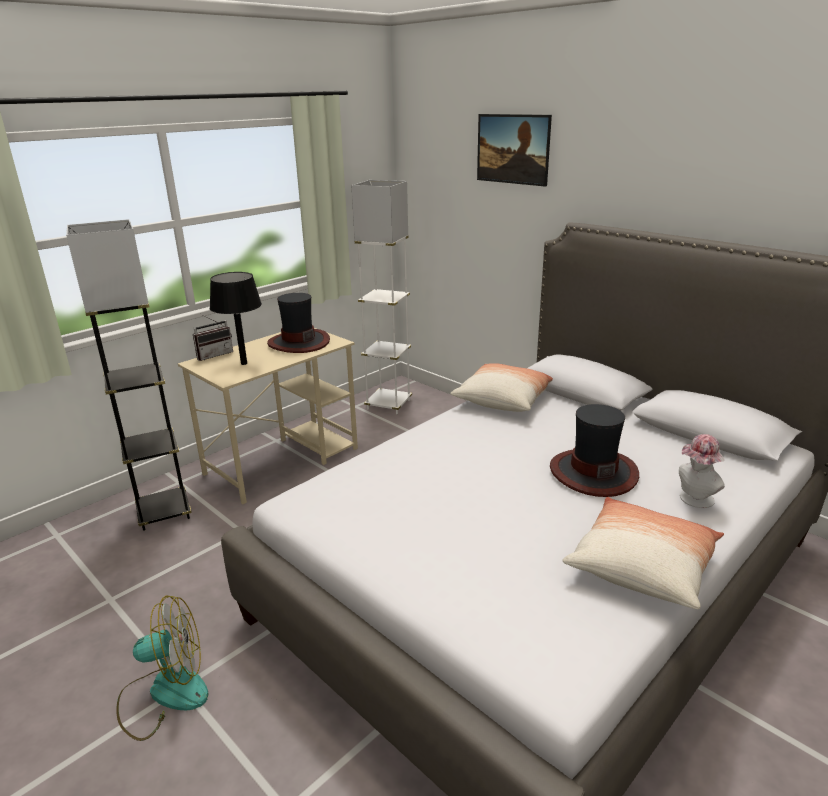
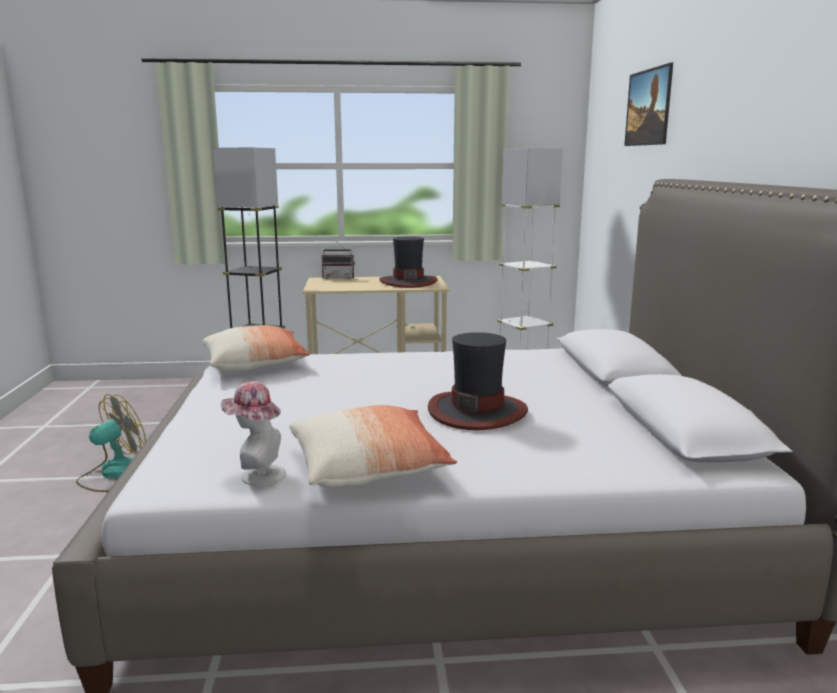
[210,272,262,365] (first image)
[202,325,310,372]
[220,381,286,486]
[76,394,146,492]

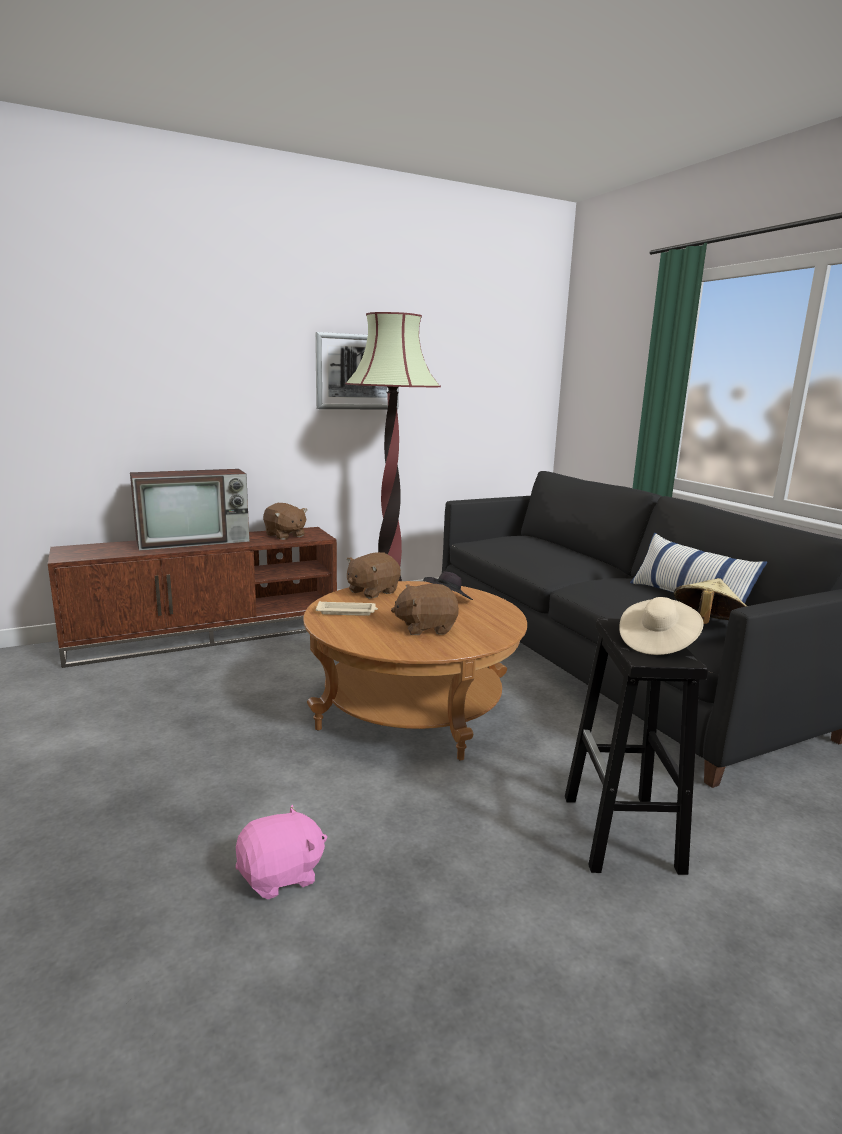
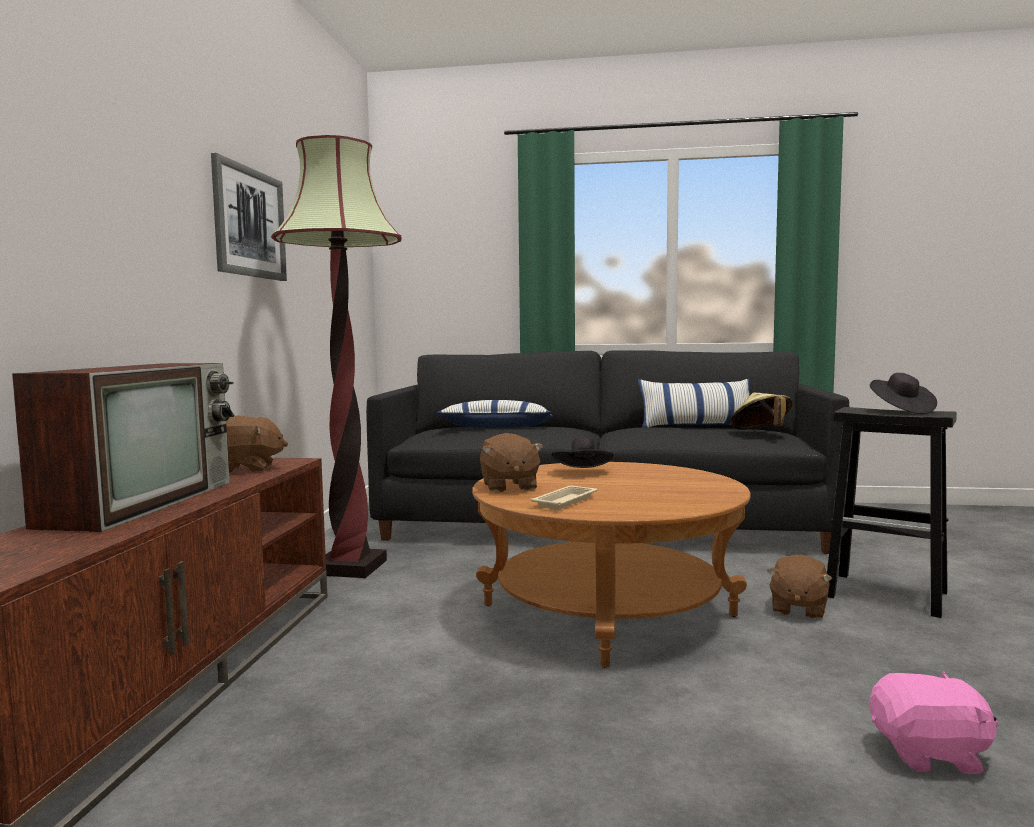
[436,400,553,428]
[767,555,832,619]
[870,373,937,414]
[870,671,998,774]

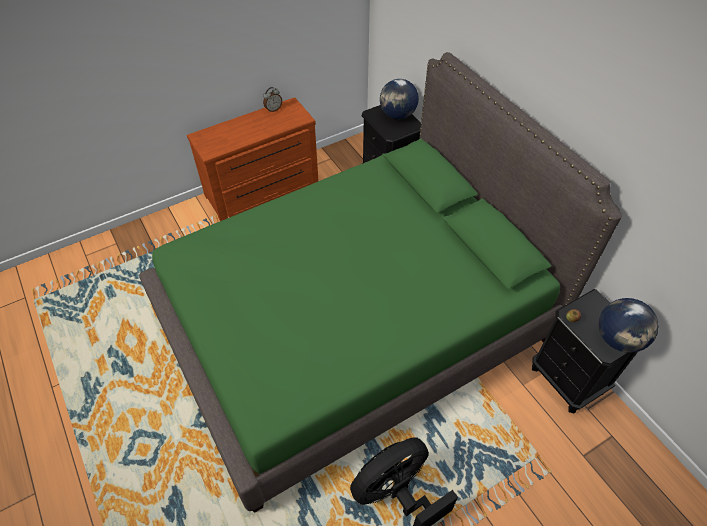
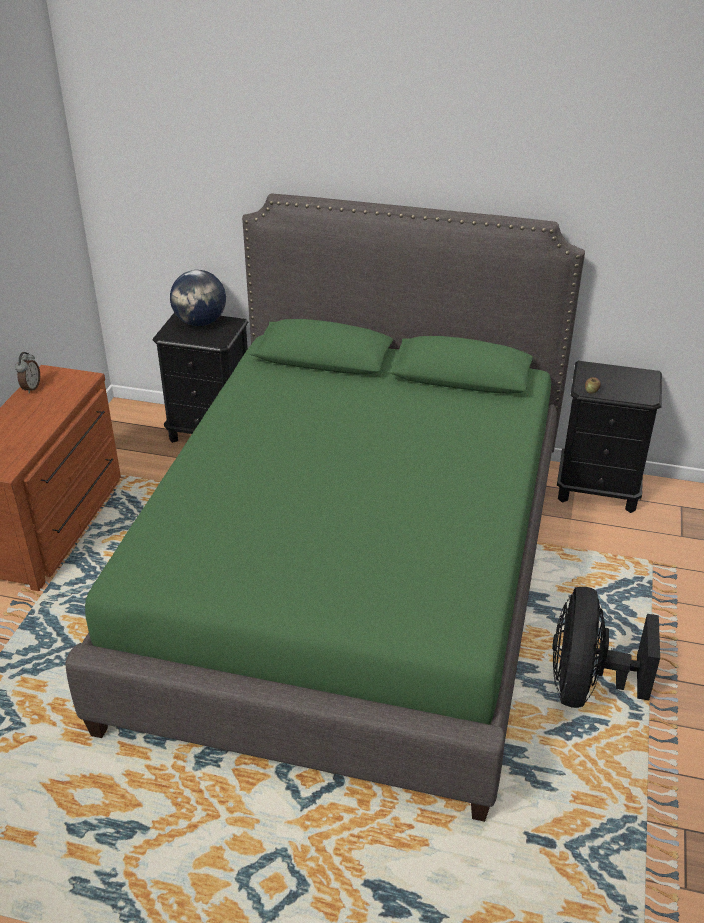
[599,298,659,353] (first image)

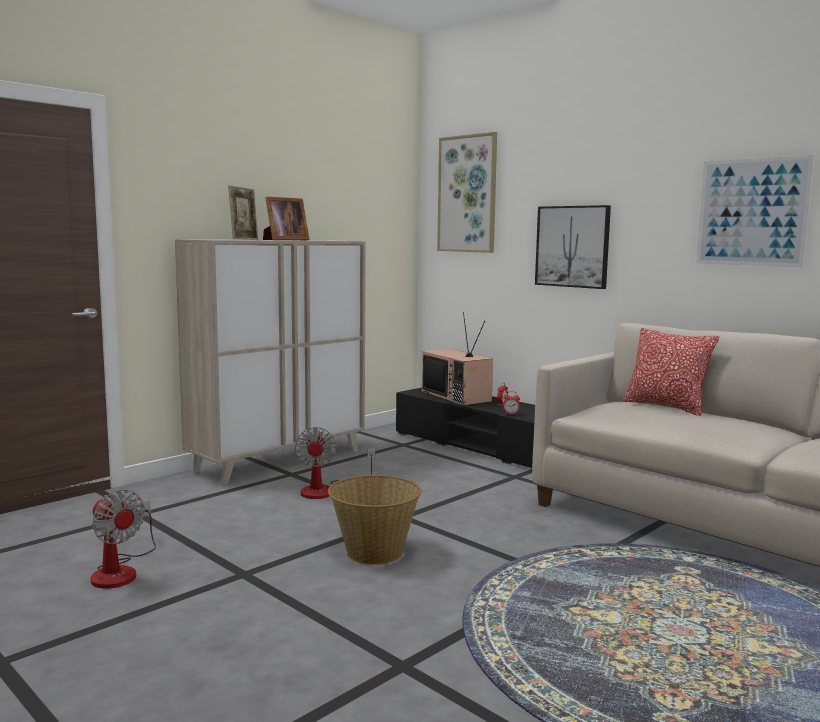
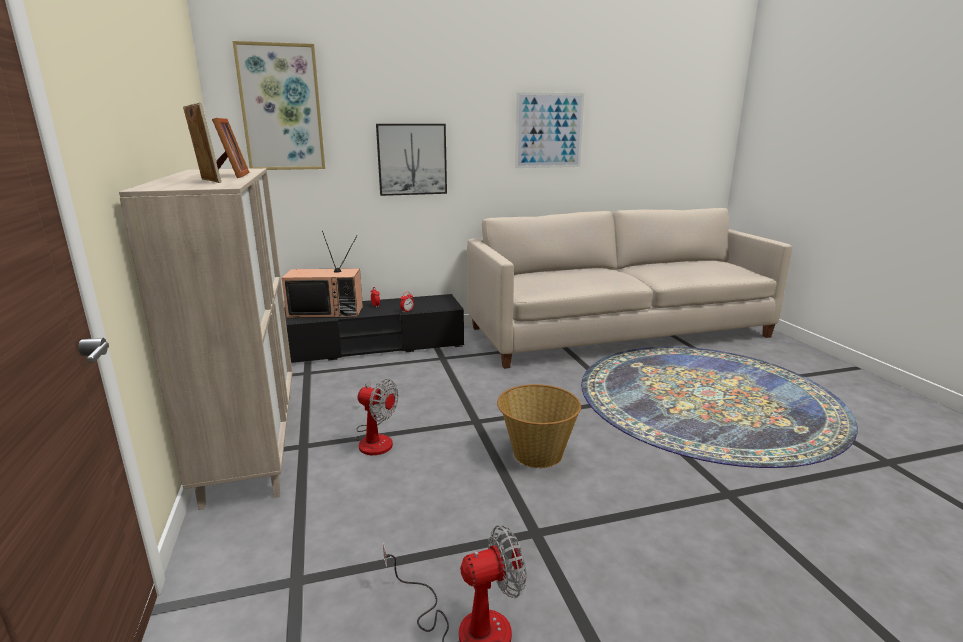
[623,328,719,416] (first image)

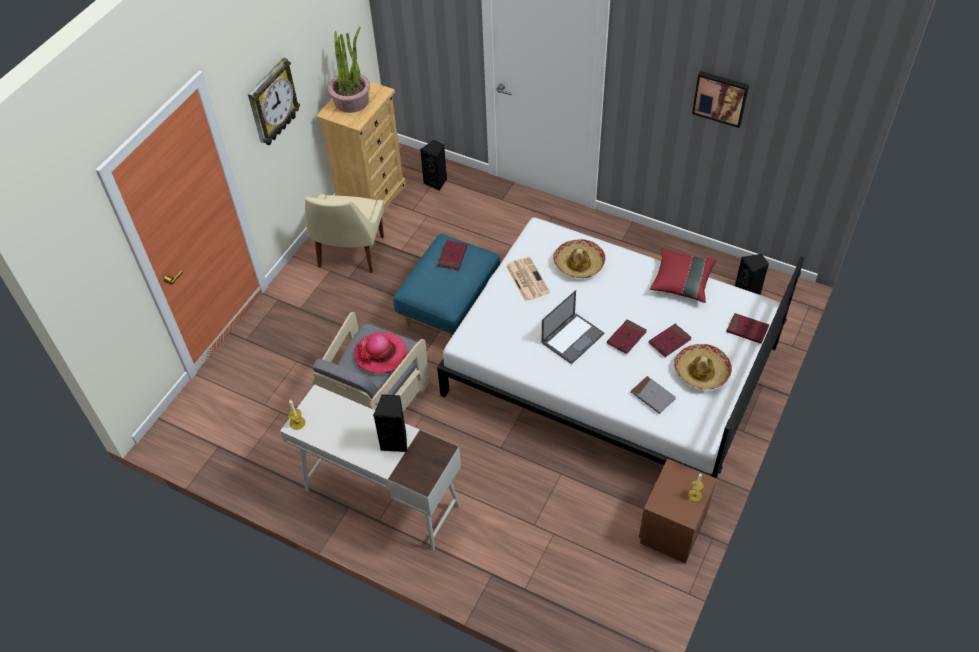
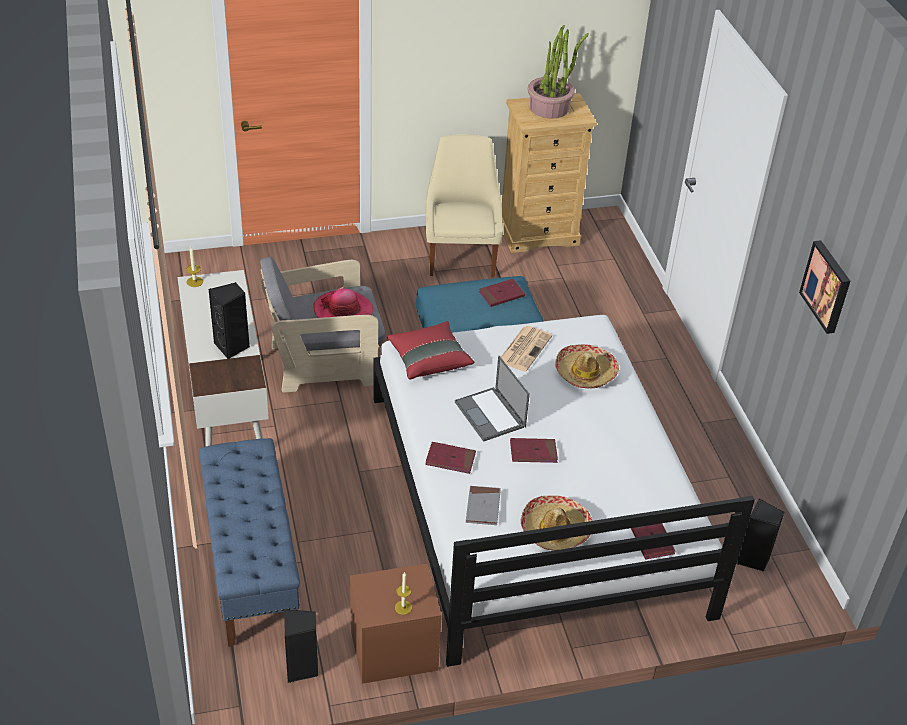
[248,58,300,145] (first image)
[199,438,300,647]
[284,609,318,683]
[425,442,476,474]
[386,321,474,380]
[426,134,503,277]
[455,356,530,442]

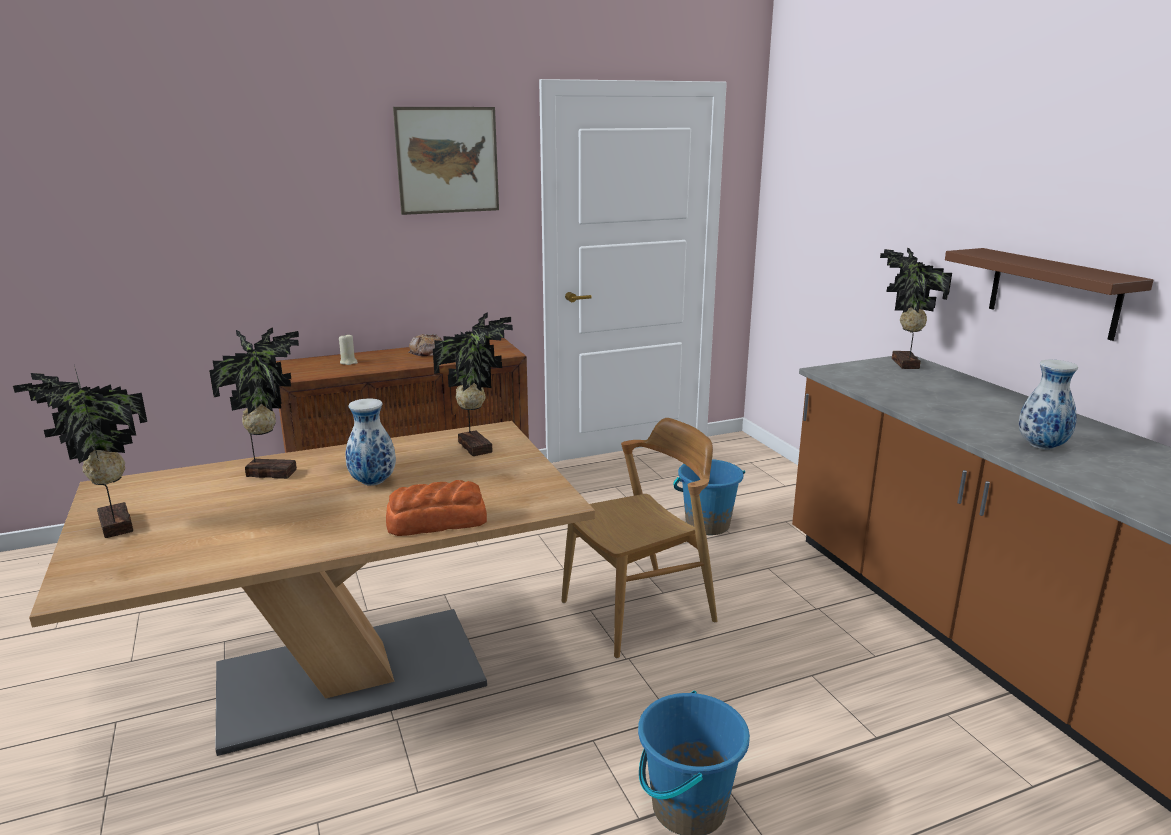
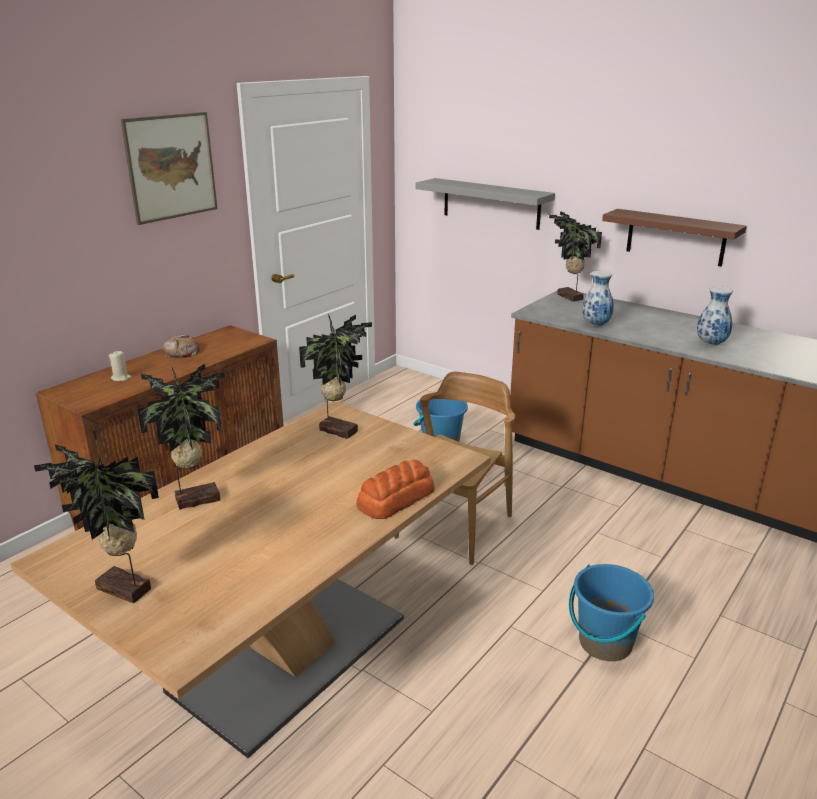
[415,178,555,230]
[582,271,614,326]

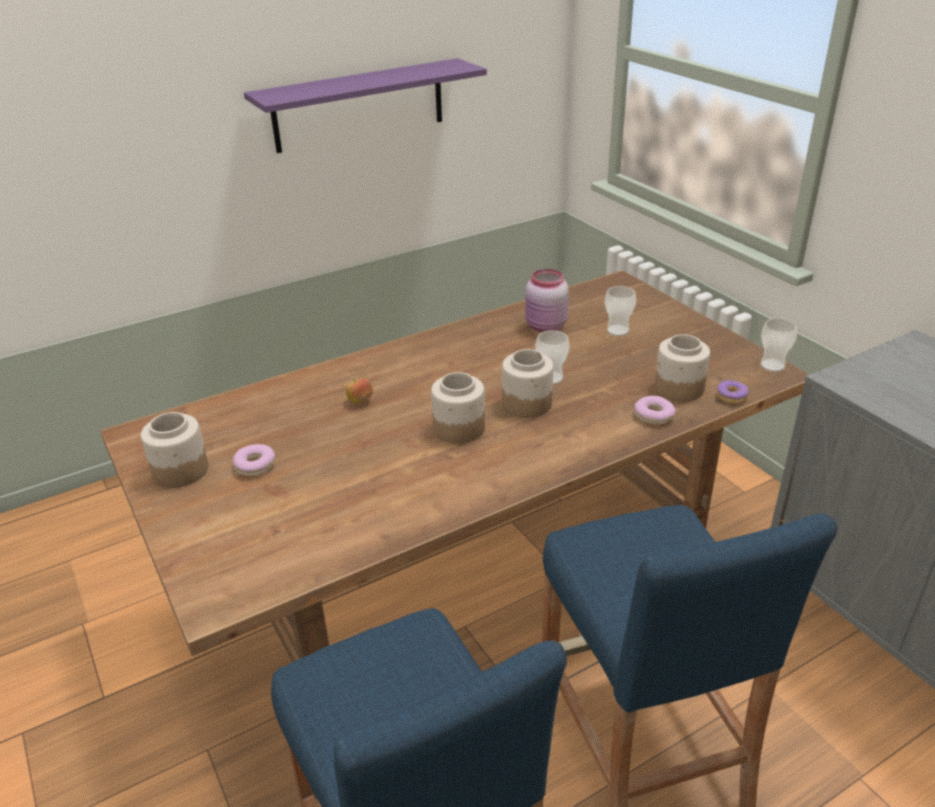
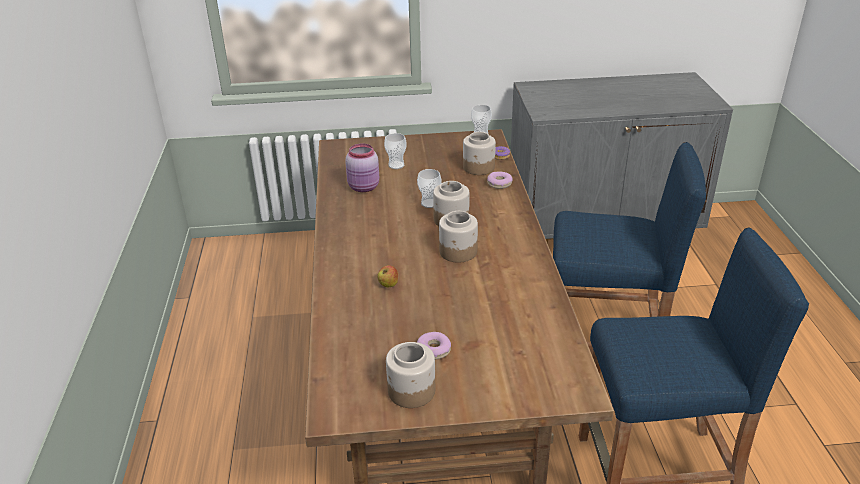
[244,58,487,153] (first image)

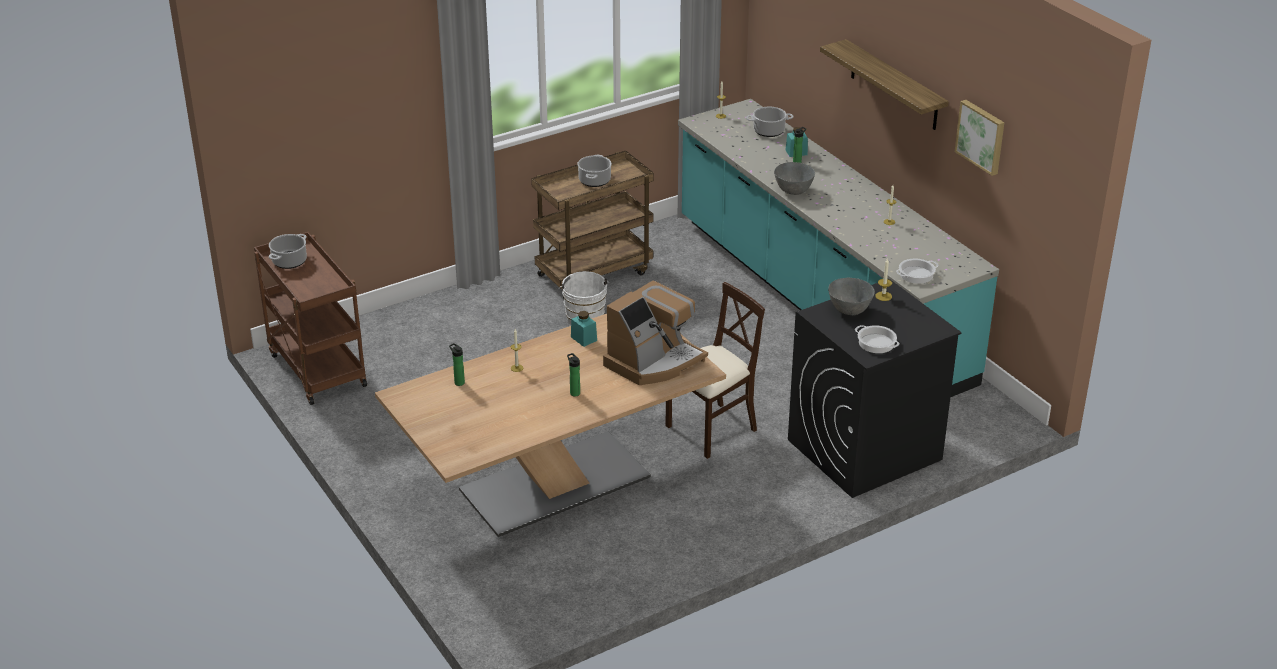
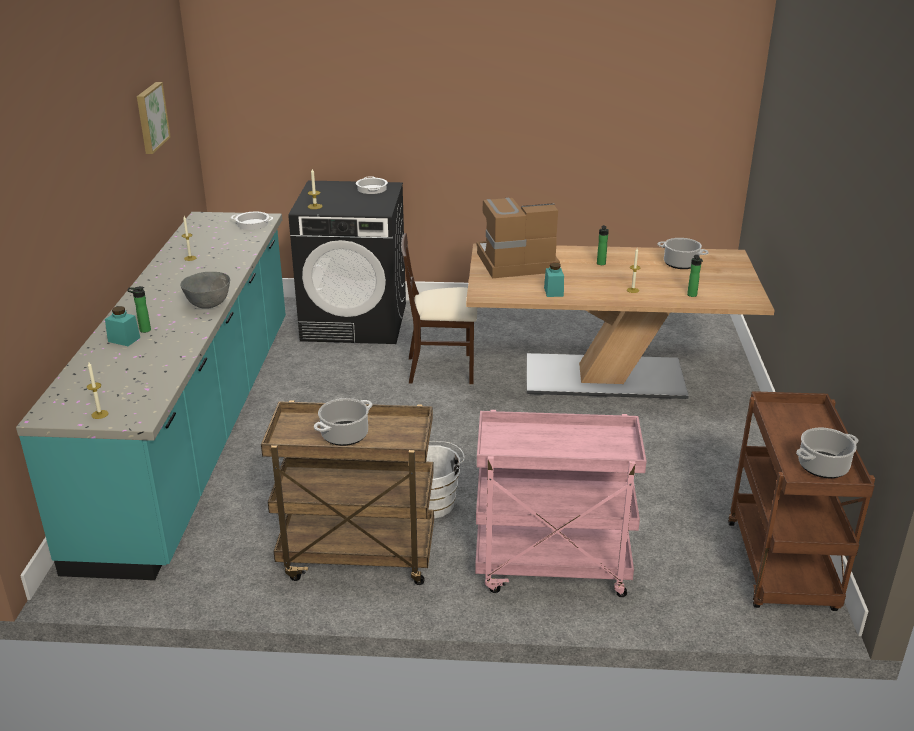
[820,39,949,130] (first image)
[828,278,875,315] (first image)
[475,410,647,597]
[657,238,709,269]

